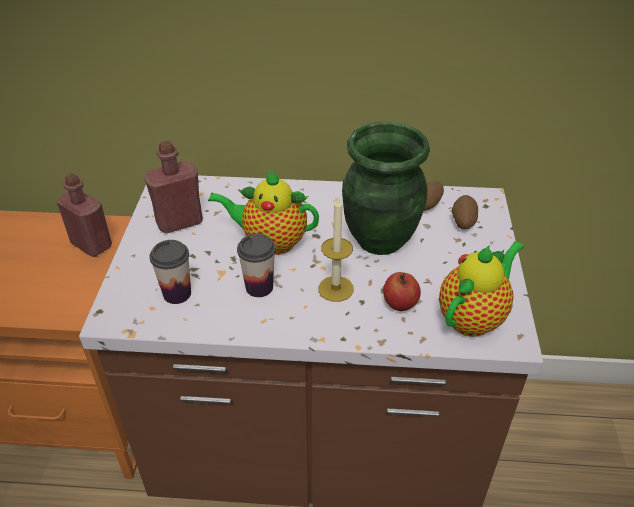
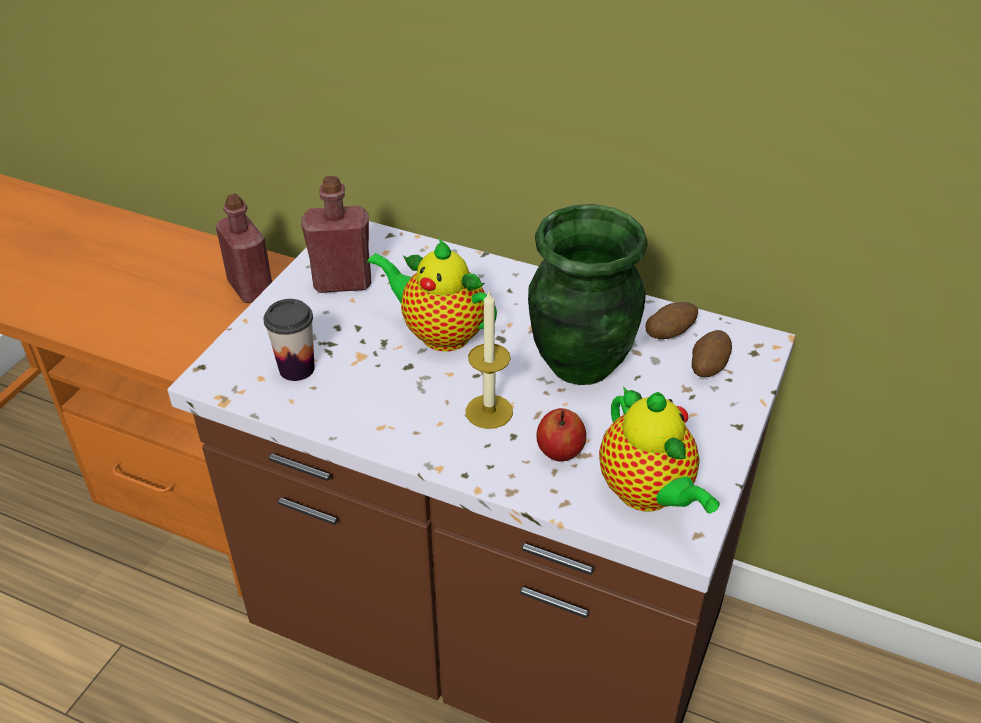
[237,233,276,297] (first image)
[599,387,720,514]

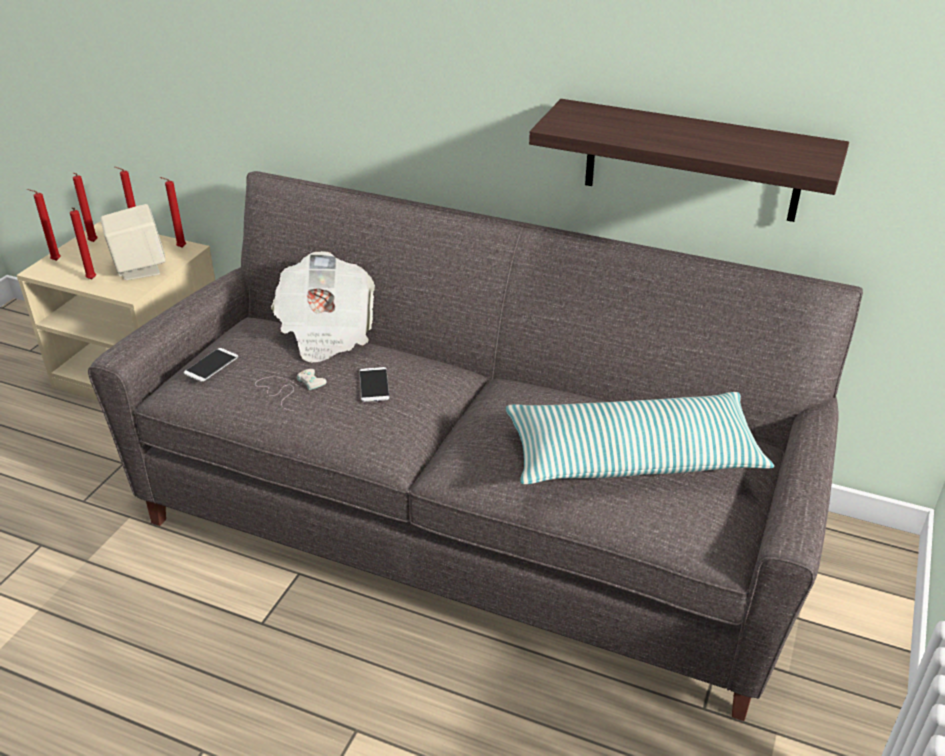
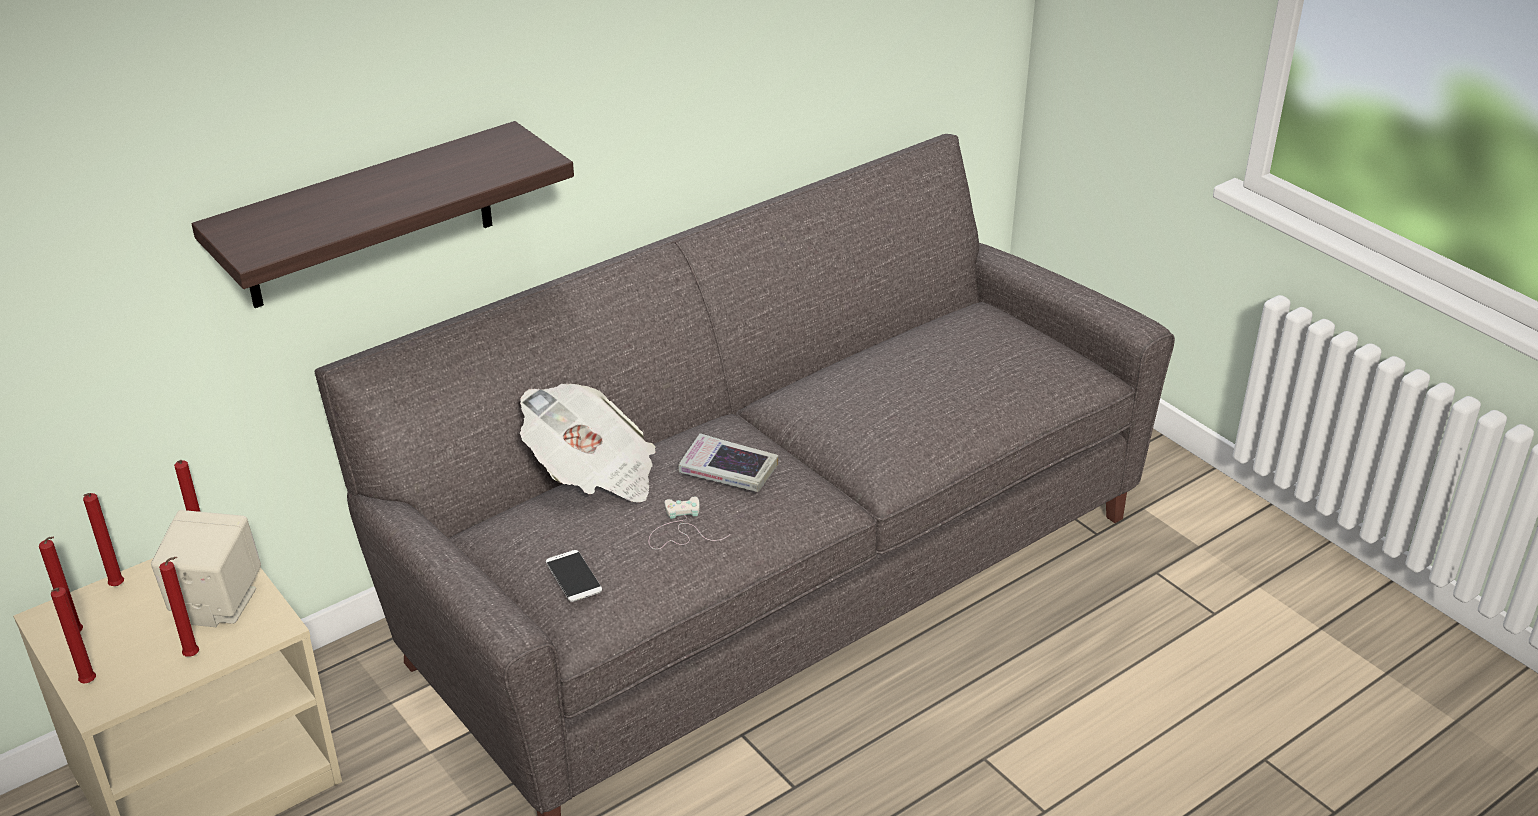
[506,392,774,484] (first image)
[192,121,574,308]
[679,433,778,492]

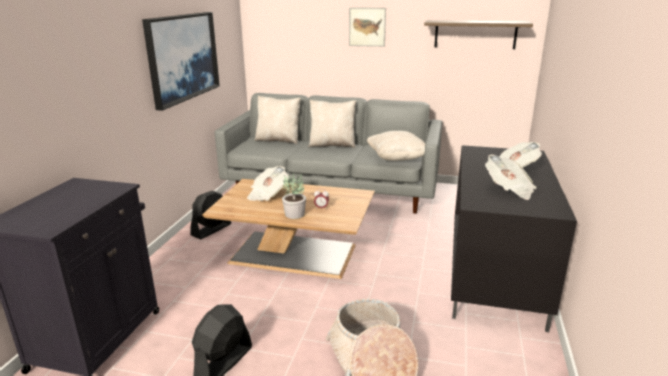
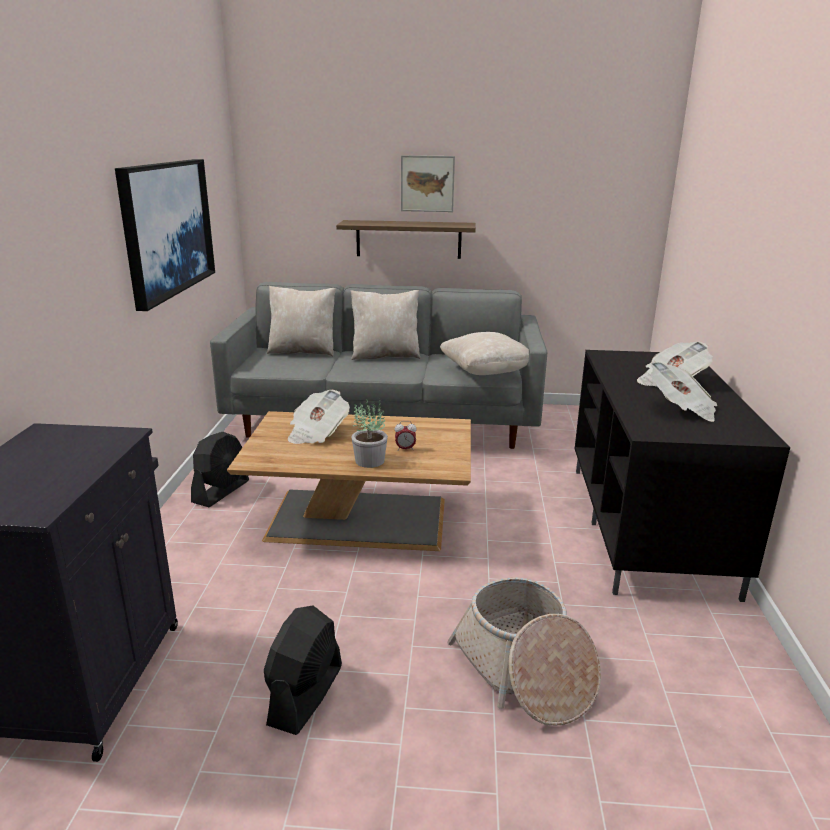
[336,220,476,259]

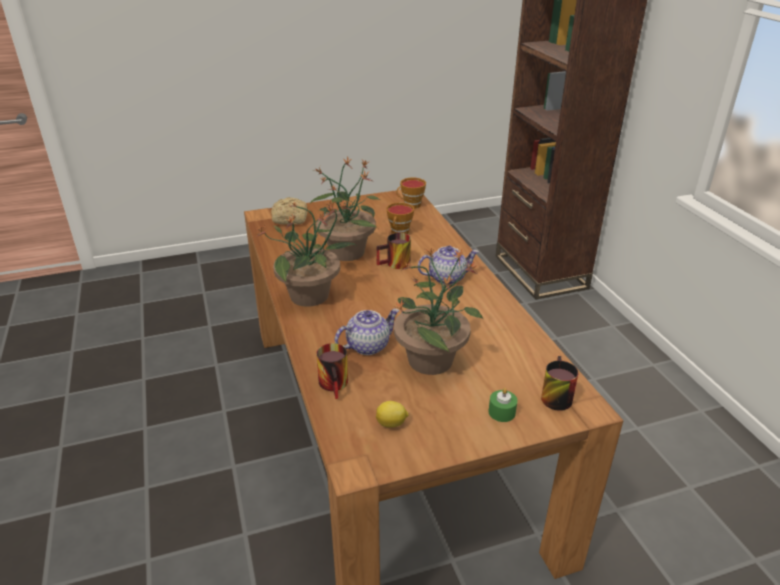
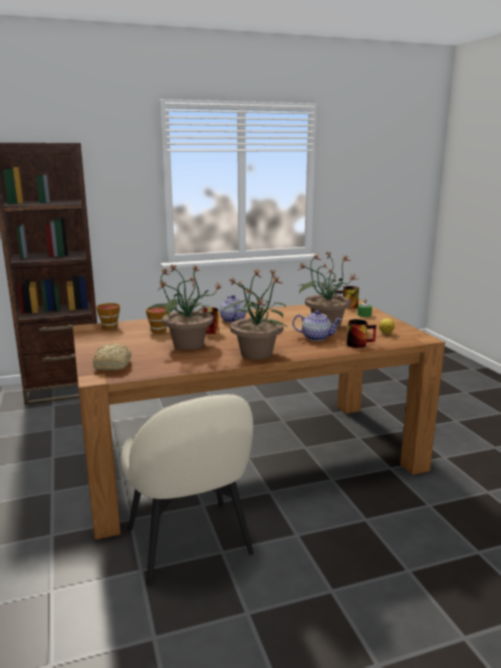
[121,394,254,586]
[292,310,342,341]

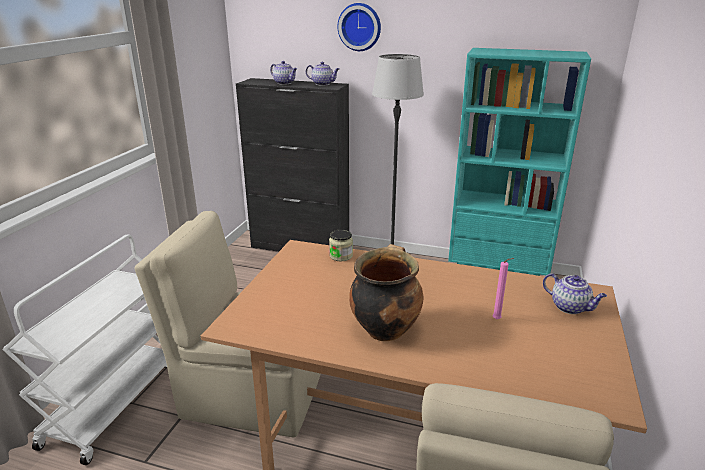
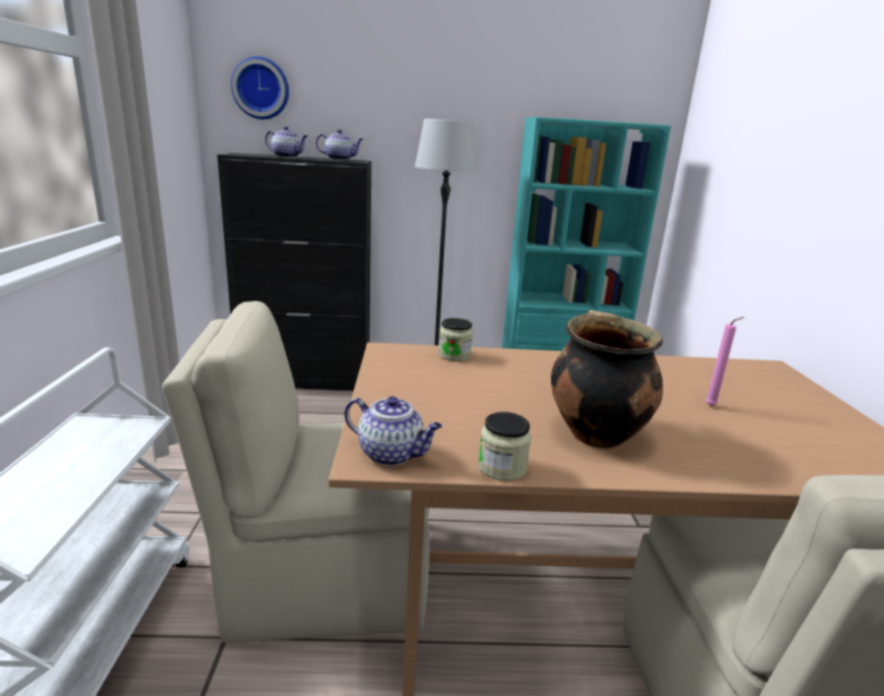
[478,412,531,481]
[231,56,289,119]
[345,396,442,466]

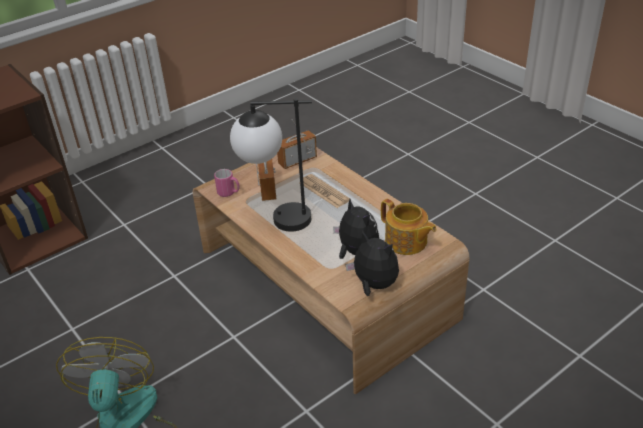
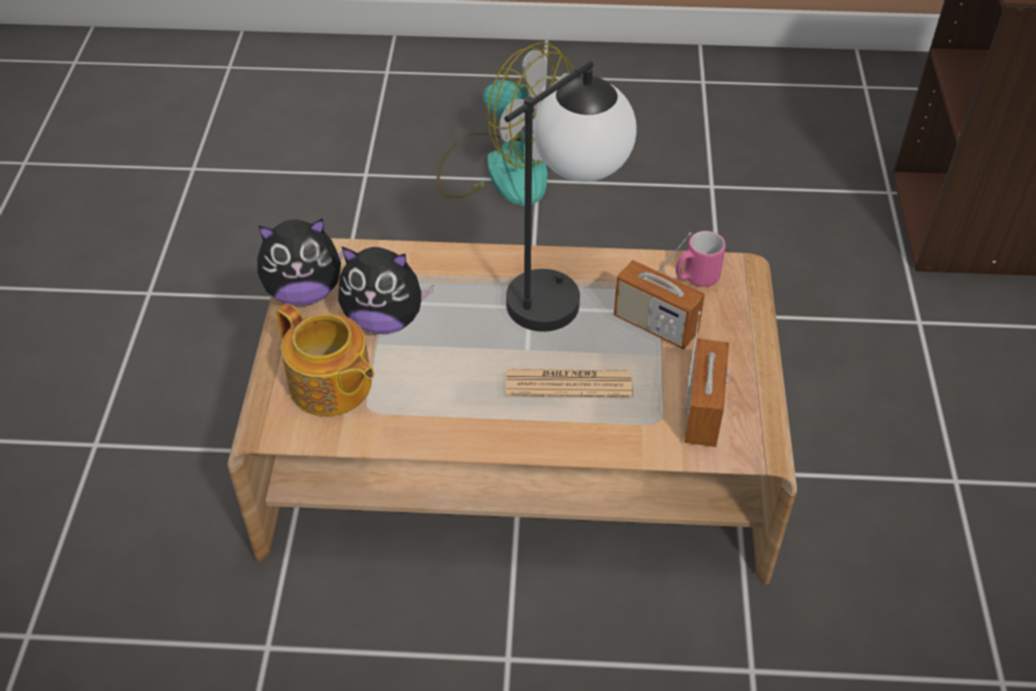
[277,303,374,416]

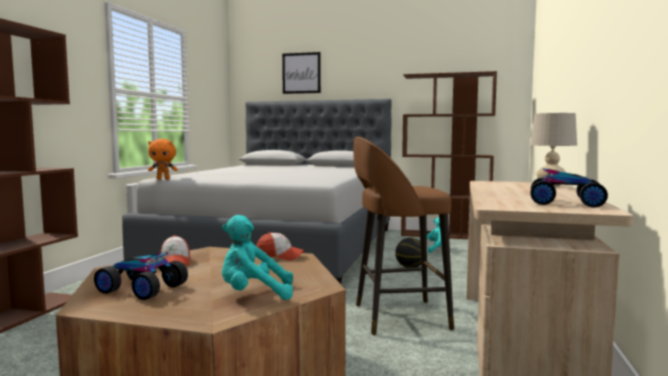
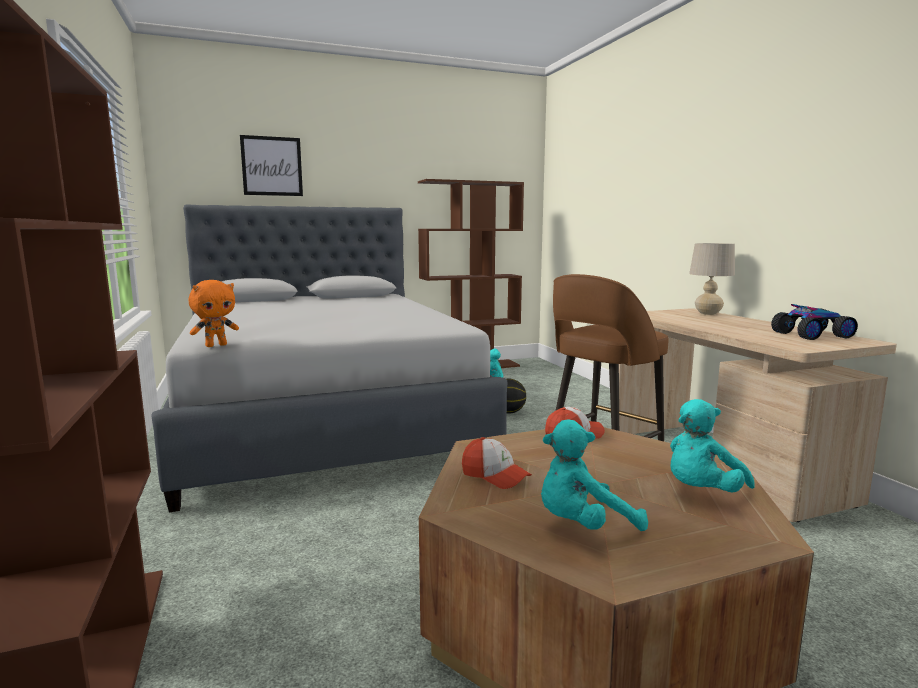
[541,419,648,531]

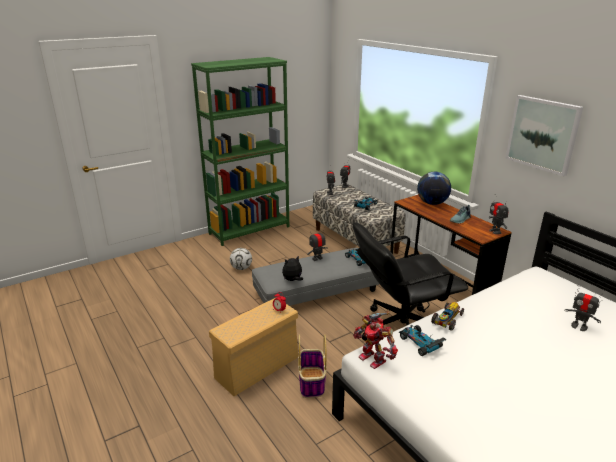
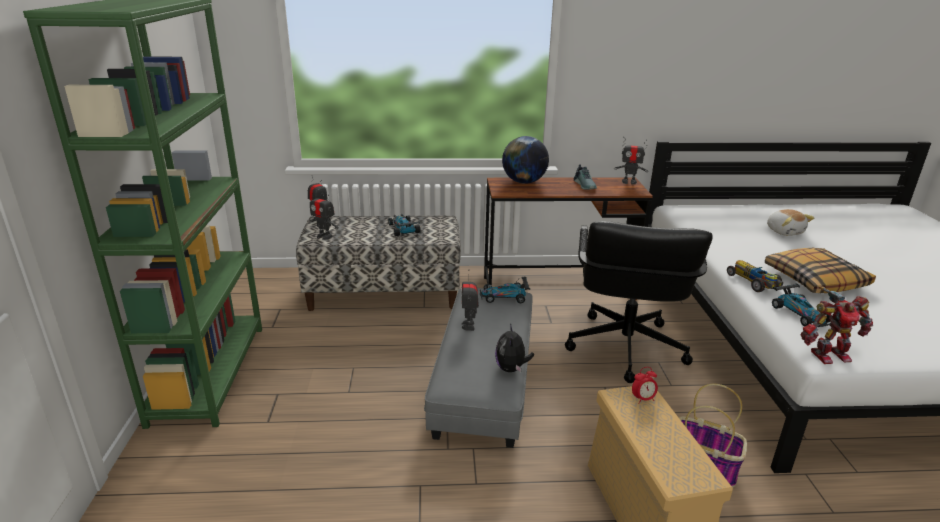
[230,248,252,270] (first image)
[505,95,583,176] (first image)
[765,248,876,293]
[767,209,814,236]
[772,283,832,328]

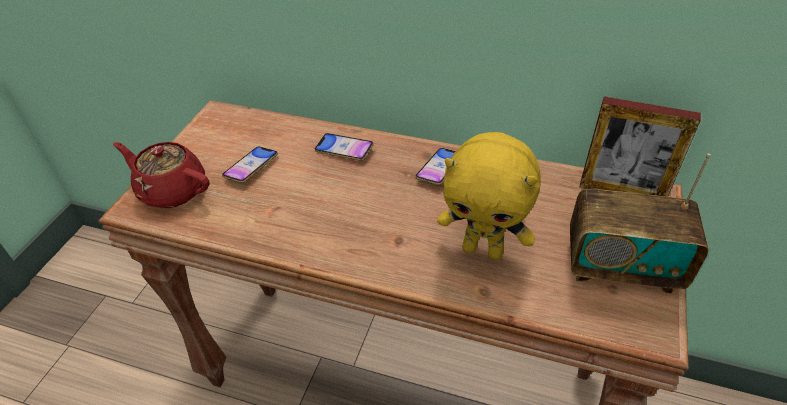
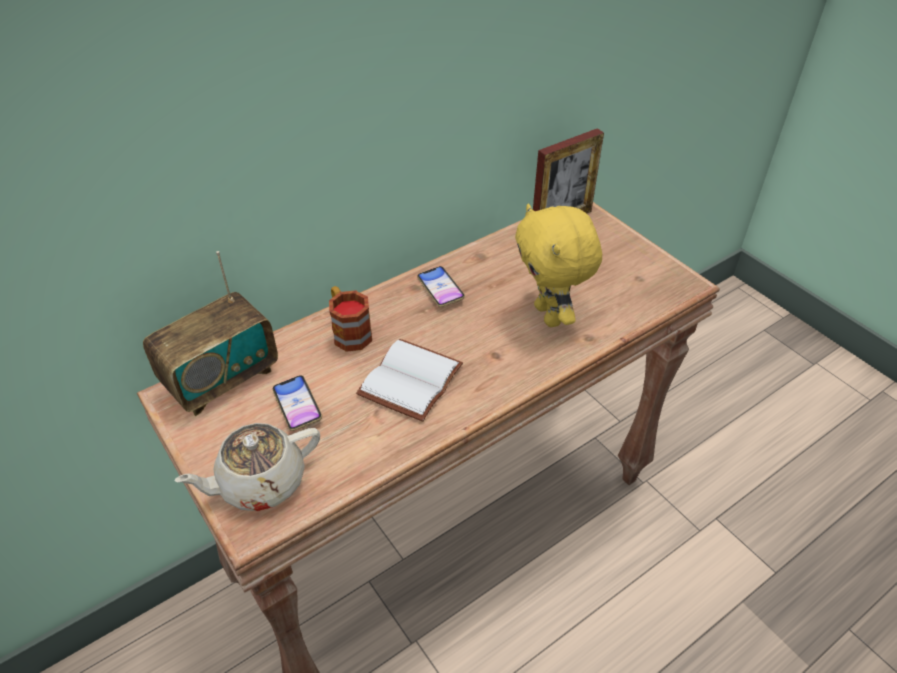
[356,339,463,422]
[143,251,278,416]
[329,286,372,352]
[174,423,320,511]
[515,204,602,327]

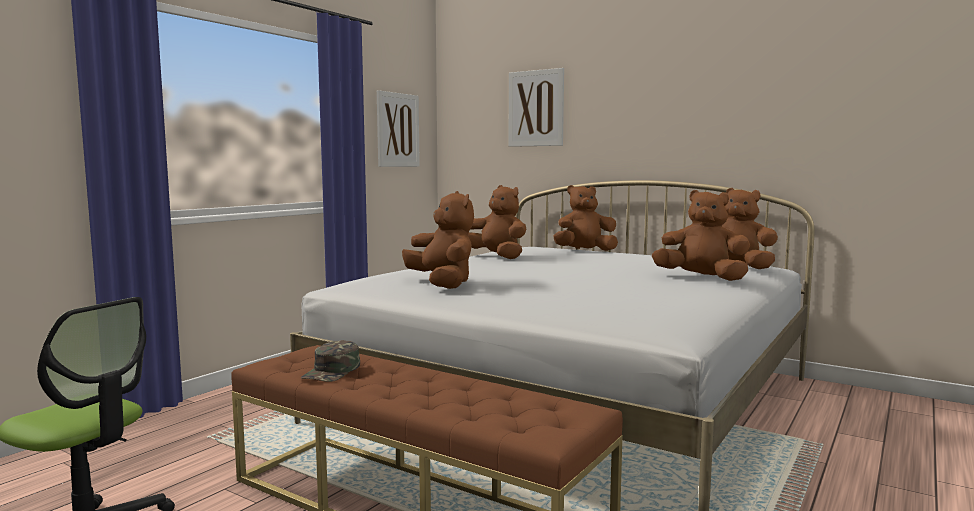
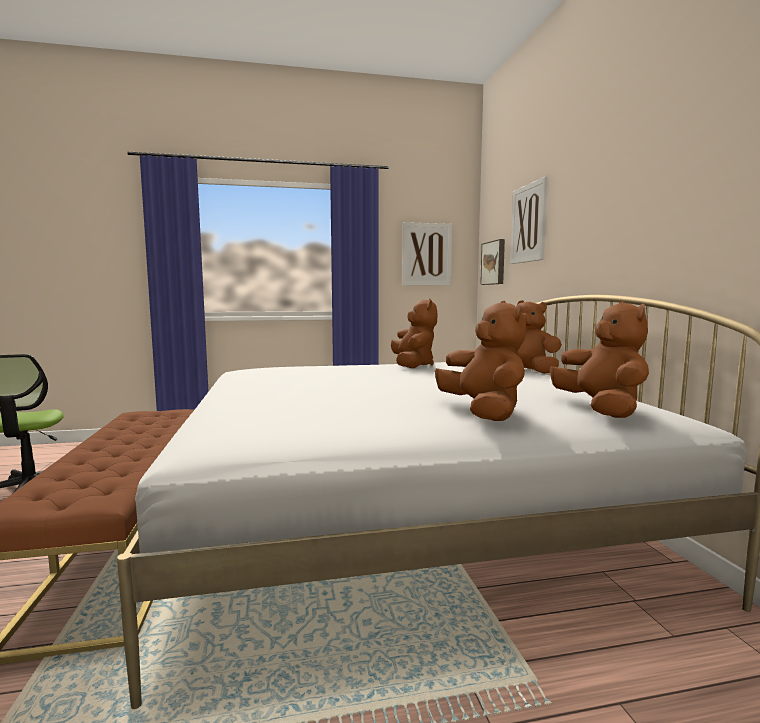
[301,340,360,382] (first image)
[402,191,474,289] (first image)
[480,239,505,285]

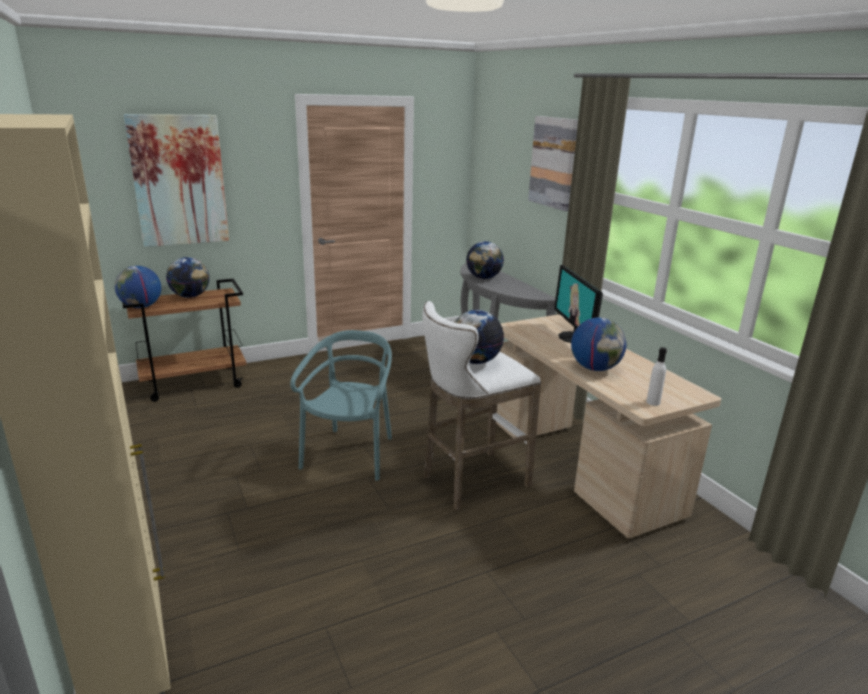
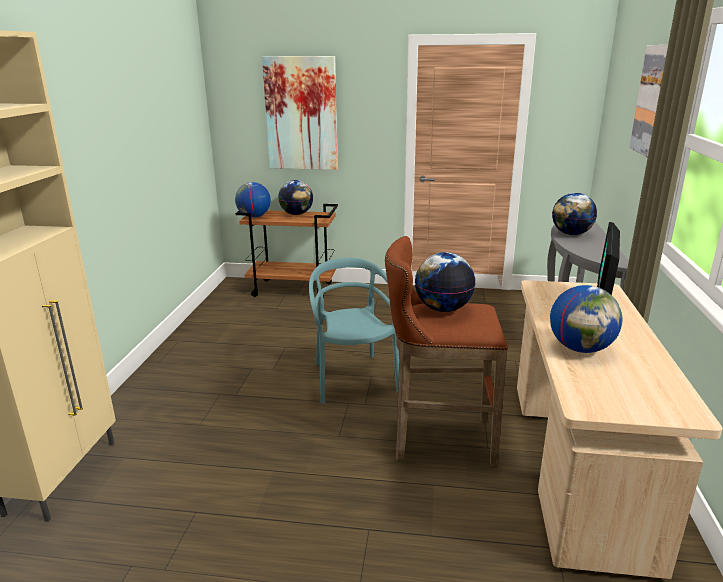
[646,347,667,406] (first image)
[385,236,508,467]
[309,258,399,404]

